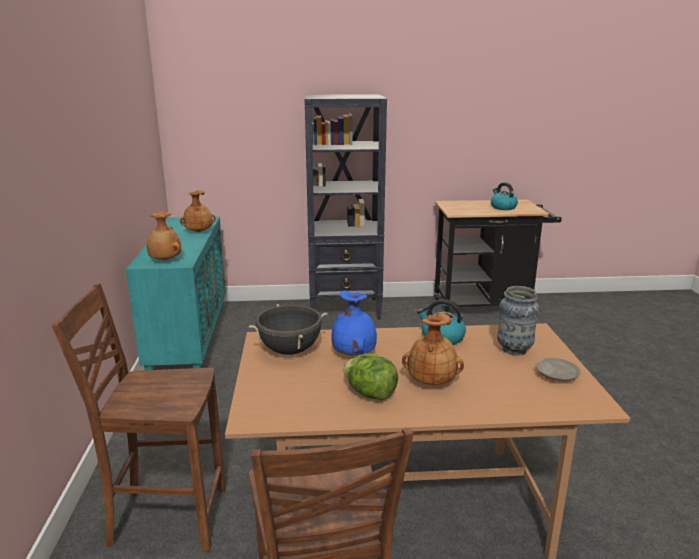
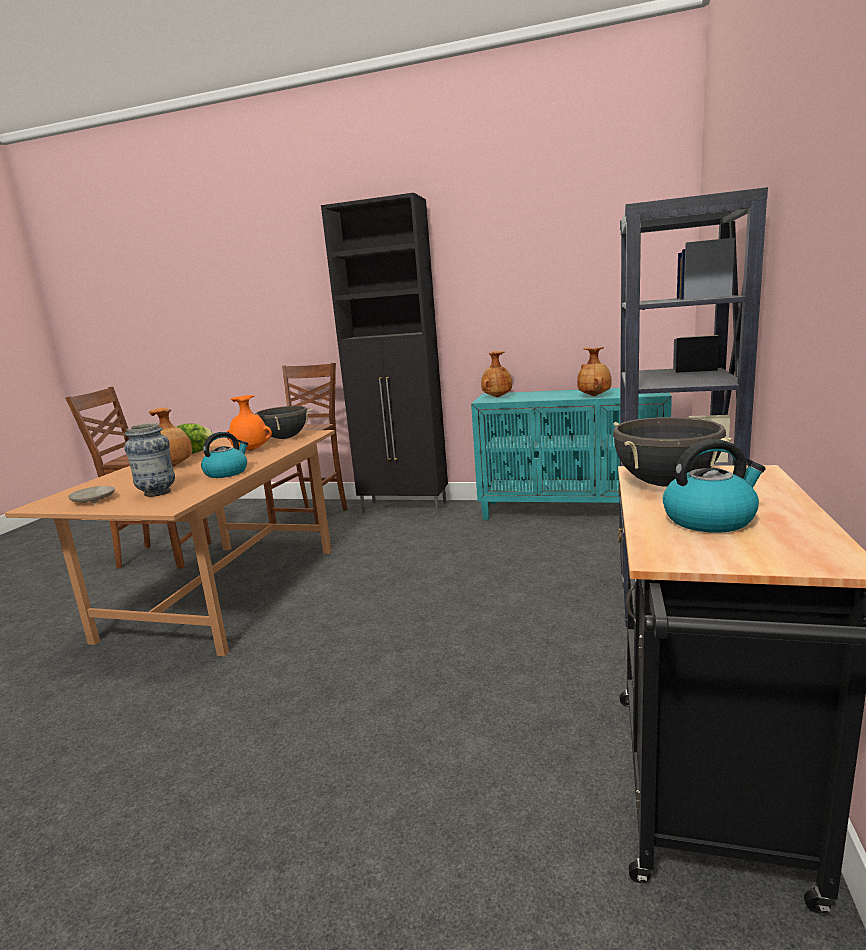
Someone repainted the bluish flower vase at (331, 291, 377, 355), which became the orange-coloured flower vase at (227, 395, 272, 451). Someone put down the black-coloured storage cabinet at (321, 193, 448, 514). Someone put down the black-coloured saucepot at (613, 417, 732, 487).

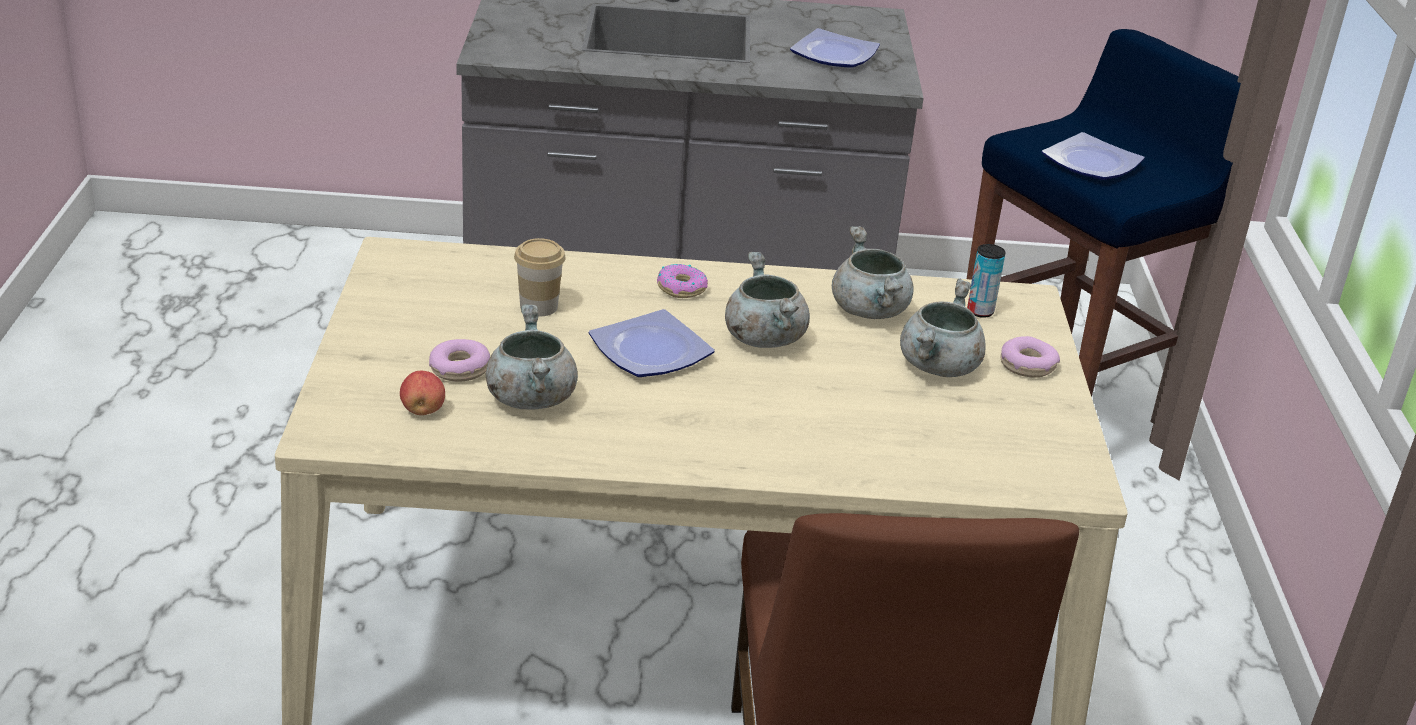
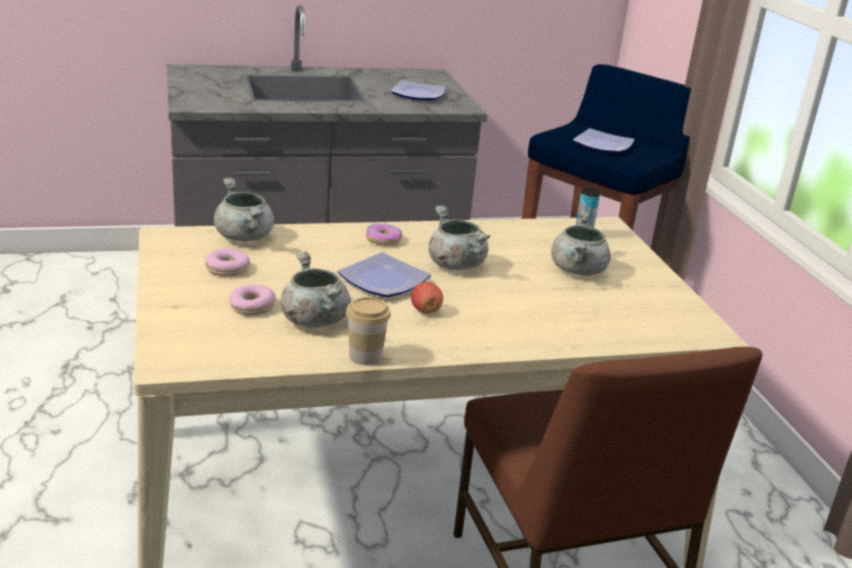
Someone carried the apple fruit from (400, 371, 445, 415) to (411, 282, 443, 314). Someone carried the small cup from (514, 238, 566, 316) to (346, 297, 391, 365). Someone carried the gray saucepot from (832, 226, 914, 319) to (214, 178, 274, 241). Someone carried the donut from (1000, 336, 1060, 378) to (205, 248, 250, 276).

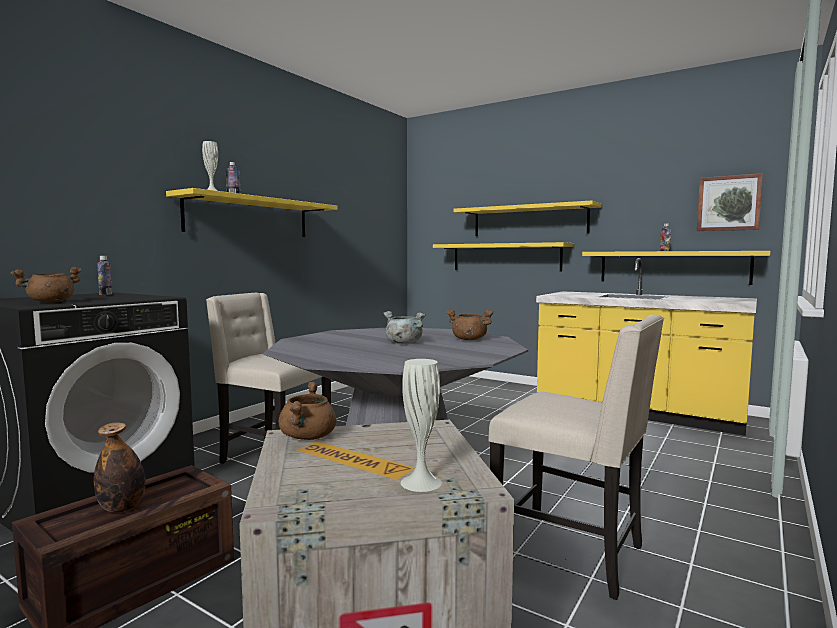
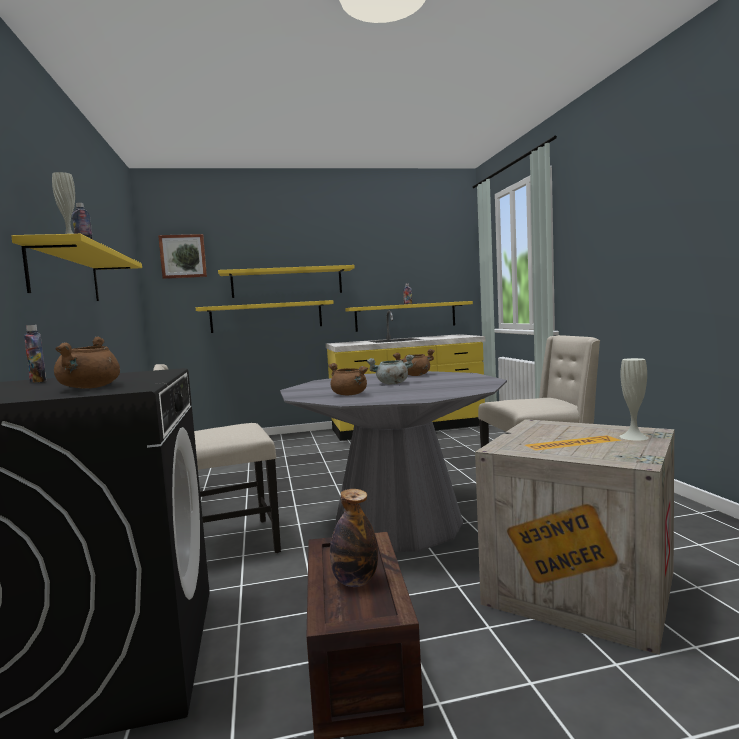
Someone carried the brown-coloured saucepot from (279, 382, 336, 440) to (328, 363, 368, 395). Someone carried the wall art from (697, 173, 763, 231) to (158, 234, 207, 279).

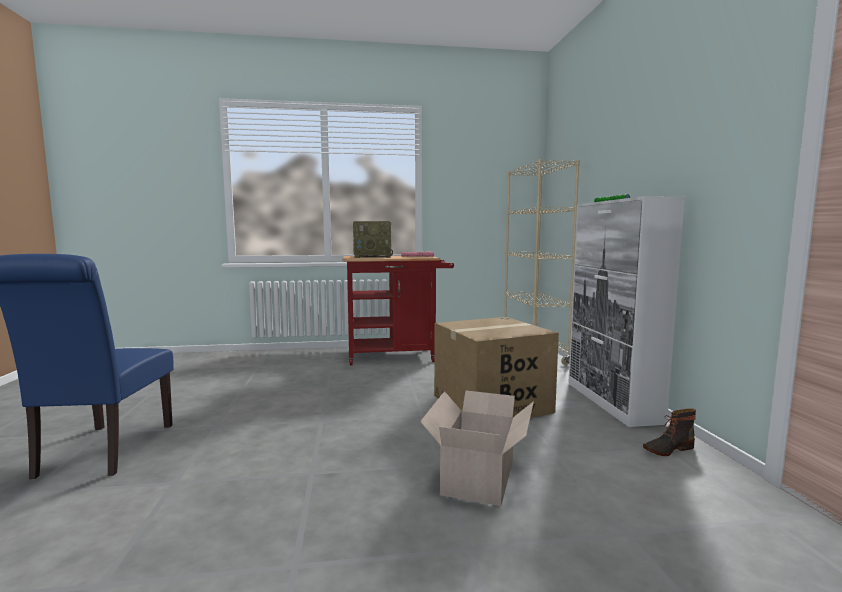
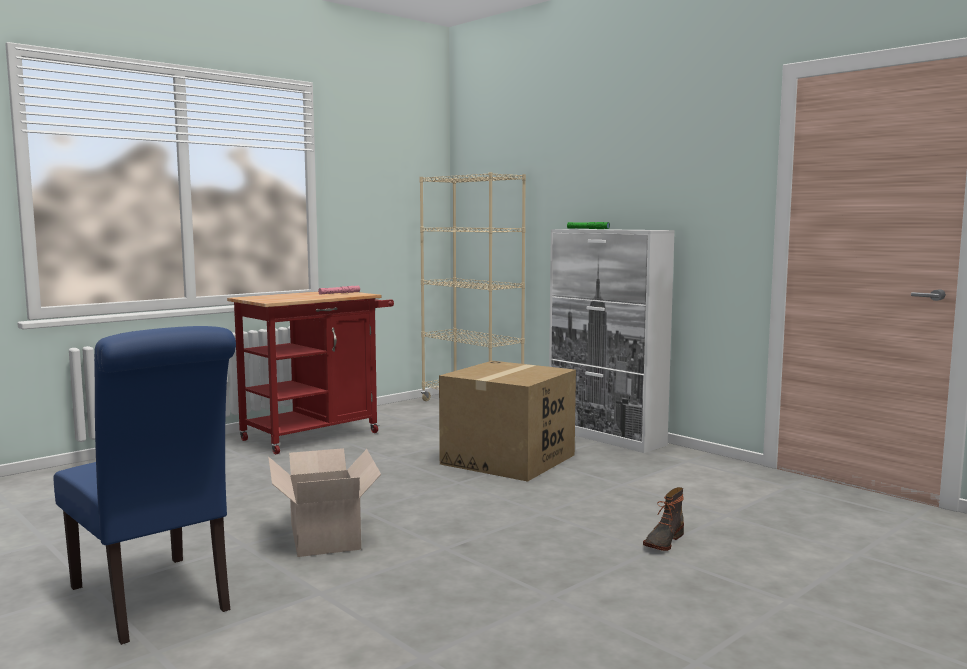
Someone took away the radio set at (353, 221, 393, 258). Someone carried the cardboard box from (420, 391, 534, 506) to (268, 448, 381, 557). Someone carried the high-top boot from (643, 408, 696, 456) to (643, 487, 684, 551).

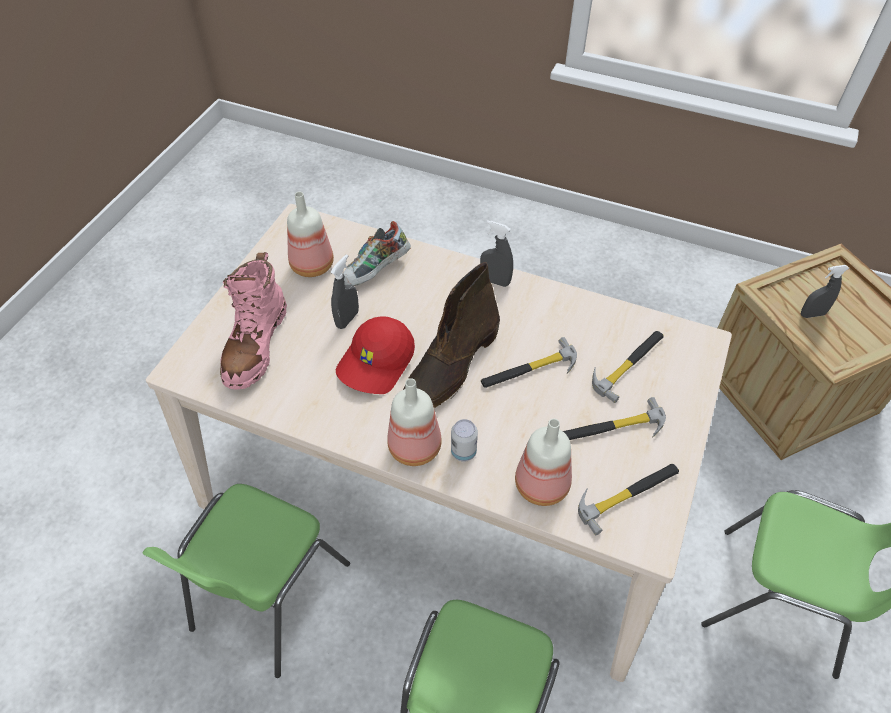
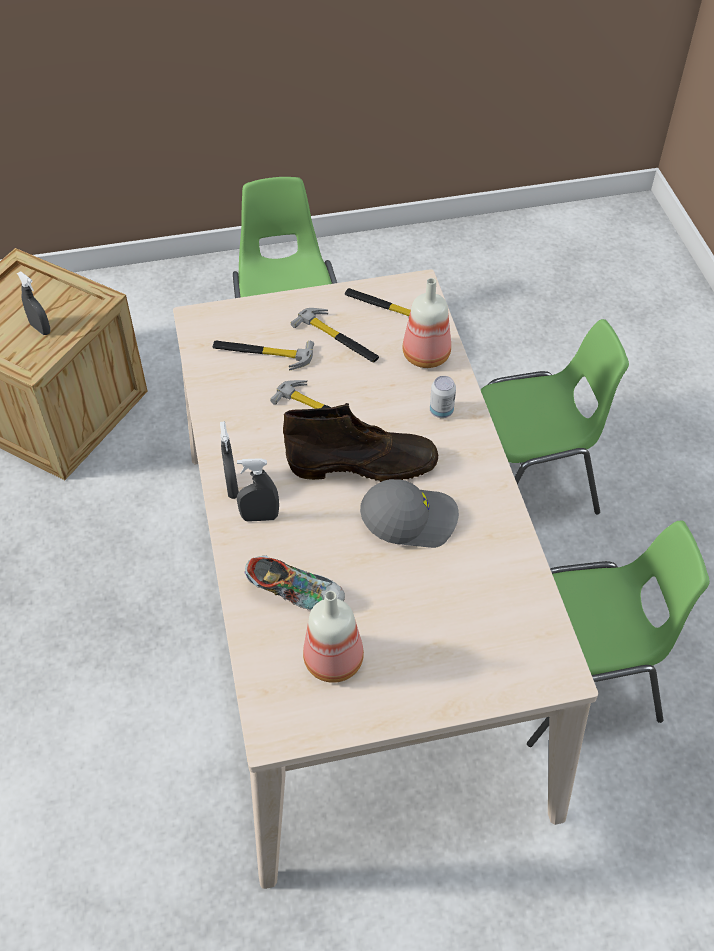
Someone took away the pink-coloured high-top boot at (220, 252, 287, 390). Someone carried the gray sprayer from (330, 254, 359, 329) to (237, 458, 279, 522). Someone repainted the red-coloured peaked cap at (336, 316, 415, 394), which became the gray peaked cap at (360, 479, 459, 548). Someone took away the drink bottle at (387, 378, 442, 466).

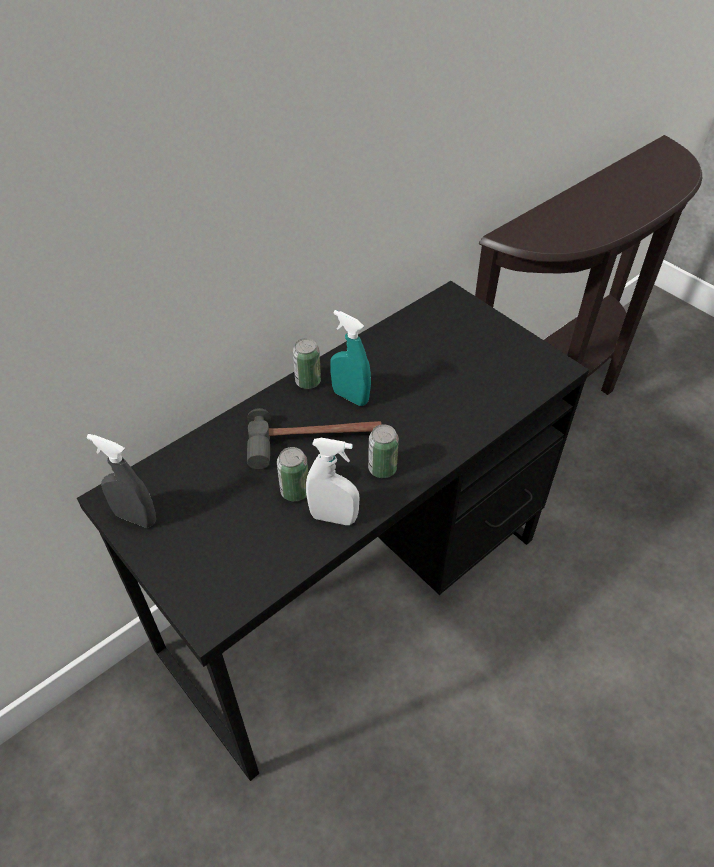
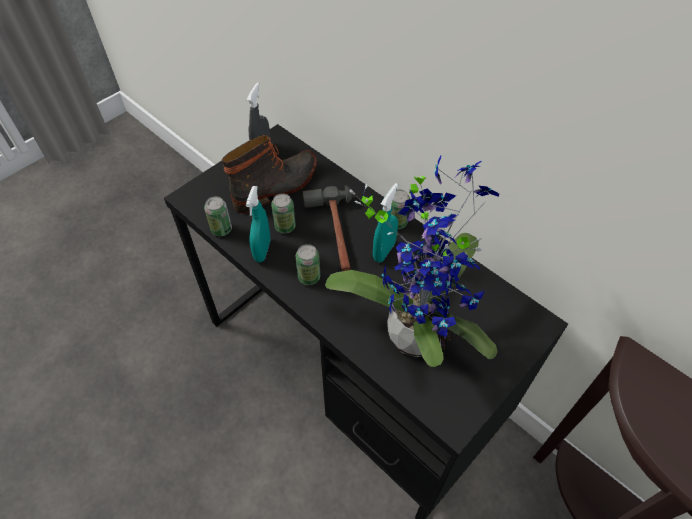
Someone repainted the white-coloured sprayer at (306, 438, 360, 525), which became the blue-green sprayer at (246, 186, 270, 262). Someone put down the metal can at (204, 196, 232, 236). Someone put down the high-top boot at (222, 135, 317, 213). Someone put down the potted plant at (325, 156, 499, 367).

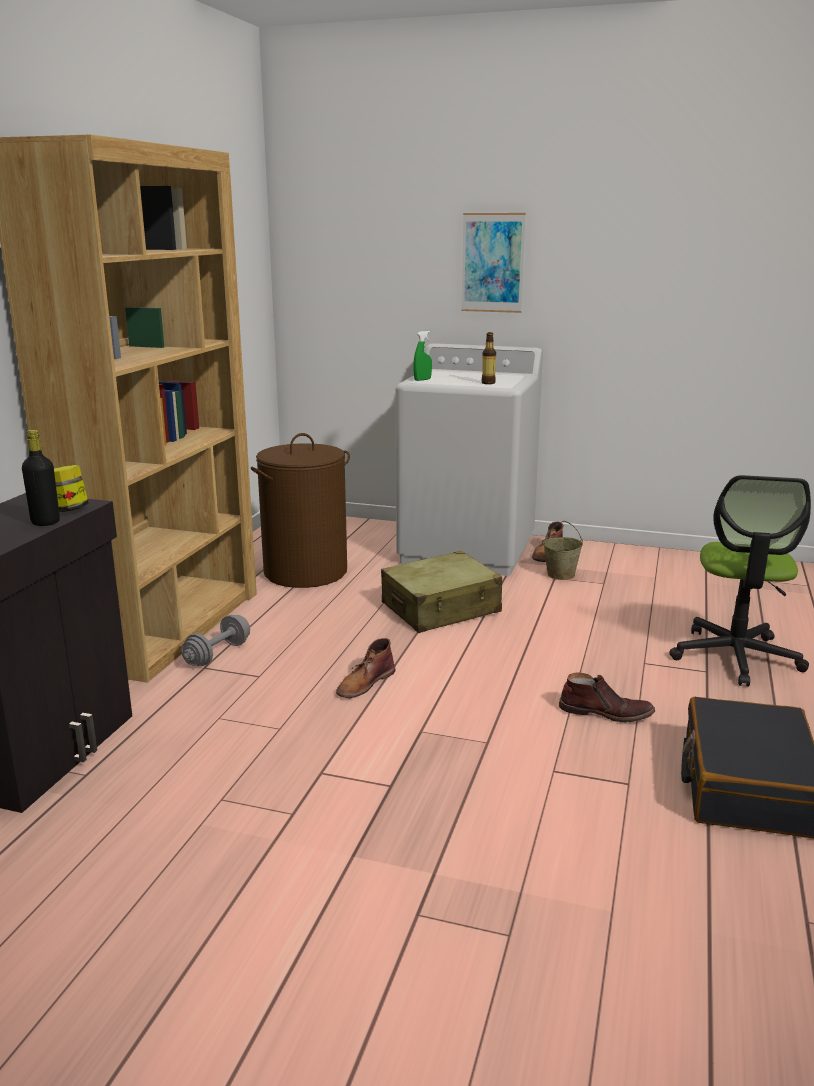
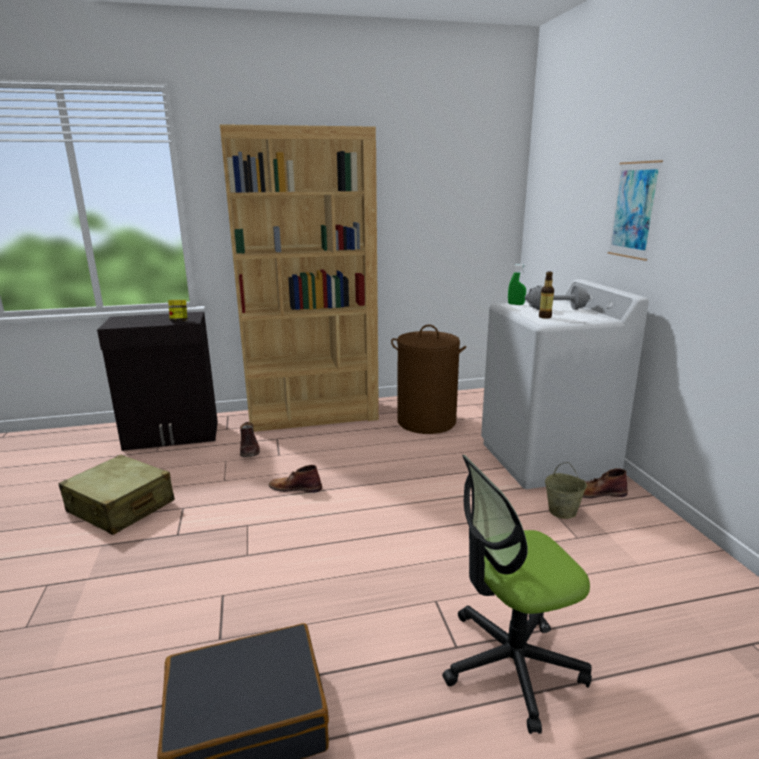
Someone took away the black-coloured drink bottle at (22, 430, 60, 526). Someone carried the gray dumbbell from (181, 615, 250, 666) to (525, 285, 590, 310). Someone carried the beige-coloured suitcase from (381, 551, 502, 633) to (58, 455, 175, 535). Someone carried the brown-coloured high-top boot from (559, 672, 655, 722) to (240, 422, 260, 457).

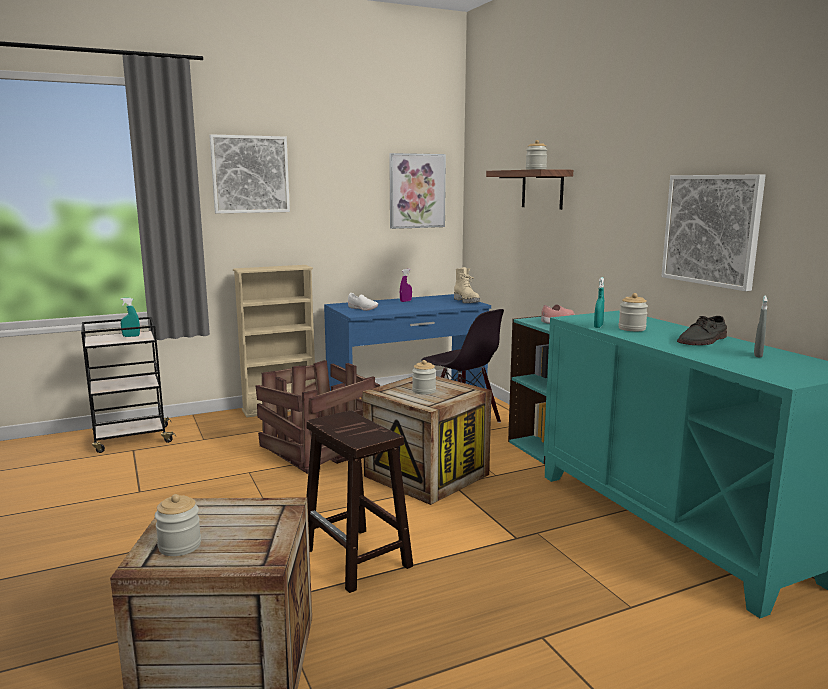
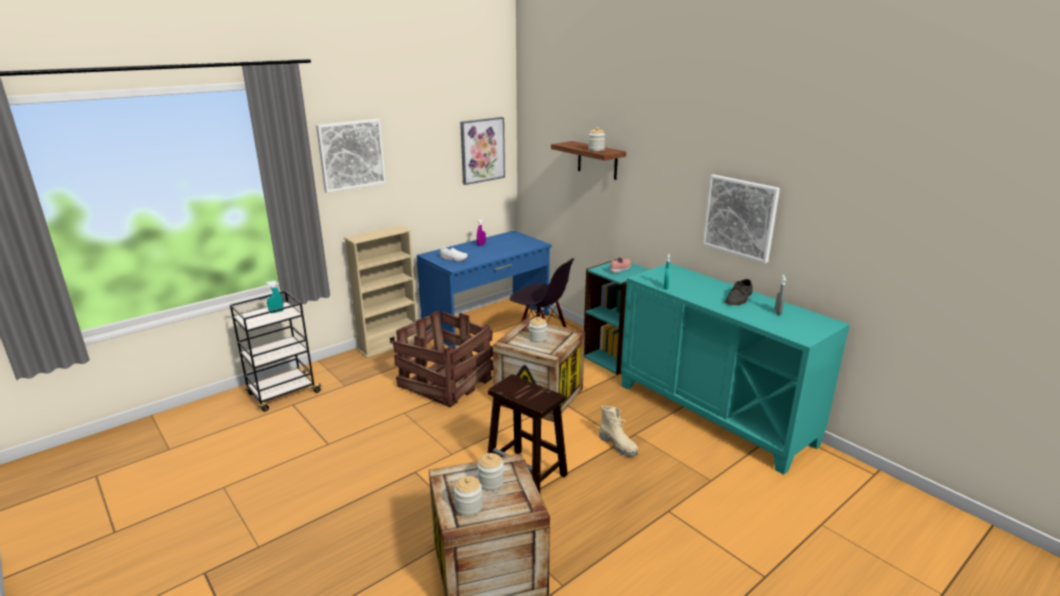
Someone carried the beige-coloured high-top boot from (454, 267, 480, 303) to (599, 405, 638, 457). Someone carried the jar from (618, 293, 648, 331) to (477, 453, 504, 491).

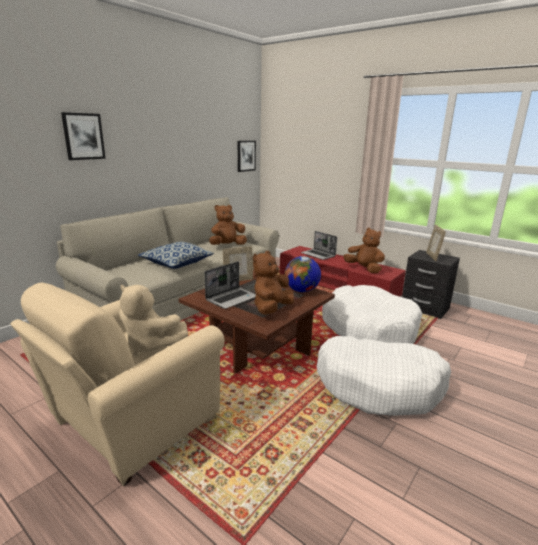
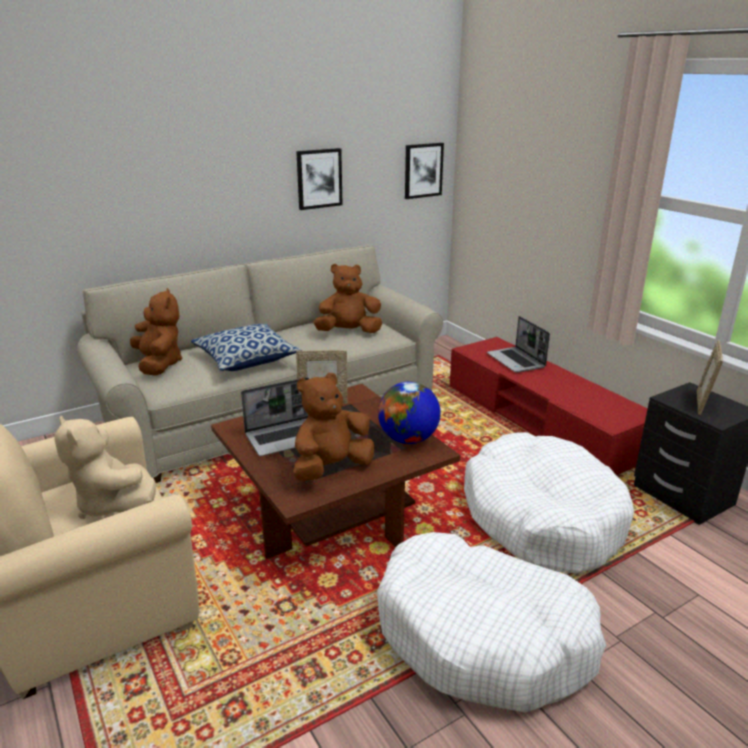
Someone carried the wall art from (61, 112, 106, 160) to (296, 148, 343, 210). Someone carried the brown-coloured soft toy from (343, 228, 385, 273) to (130, 288, 182, 376).

